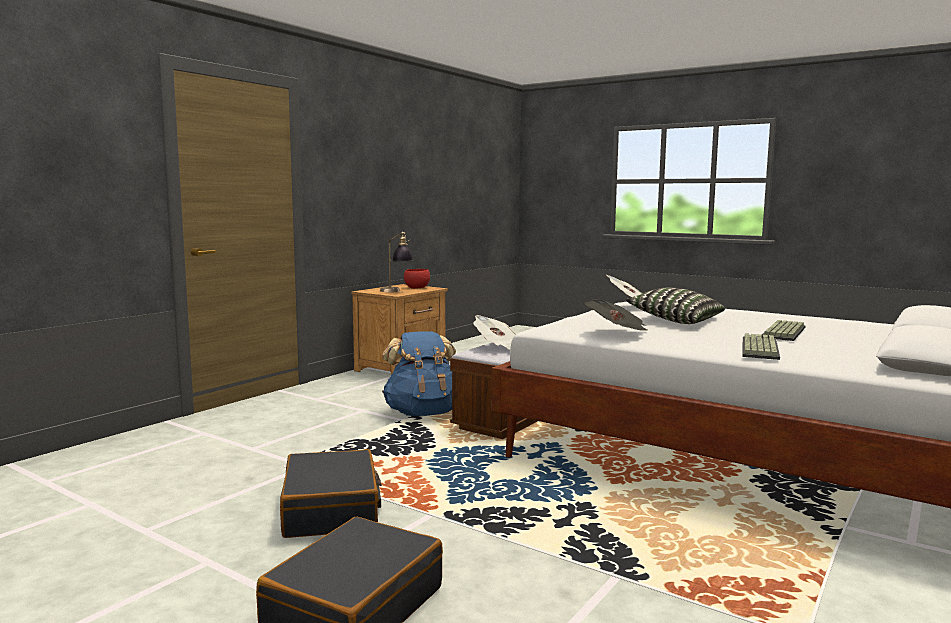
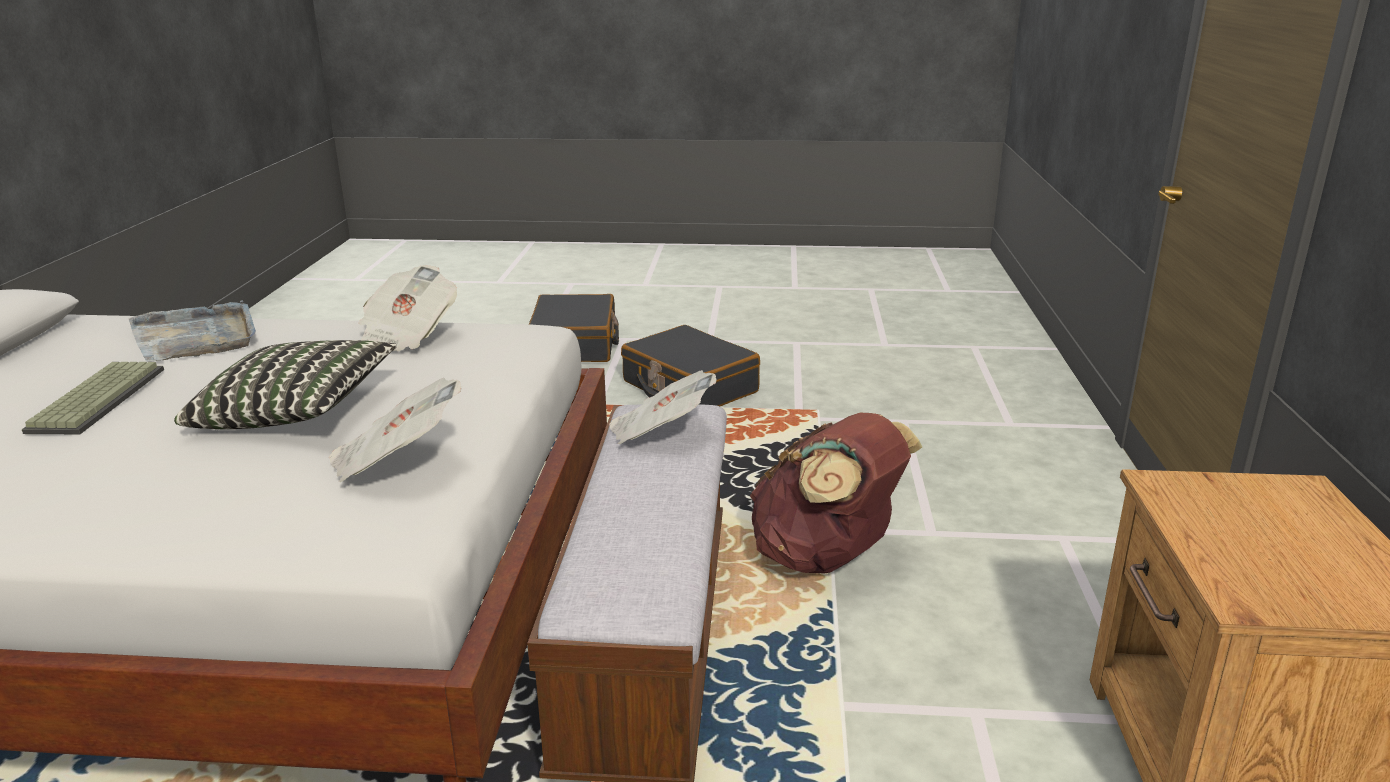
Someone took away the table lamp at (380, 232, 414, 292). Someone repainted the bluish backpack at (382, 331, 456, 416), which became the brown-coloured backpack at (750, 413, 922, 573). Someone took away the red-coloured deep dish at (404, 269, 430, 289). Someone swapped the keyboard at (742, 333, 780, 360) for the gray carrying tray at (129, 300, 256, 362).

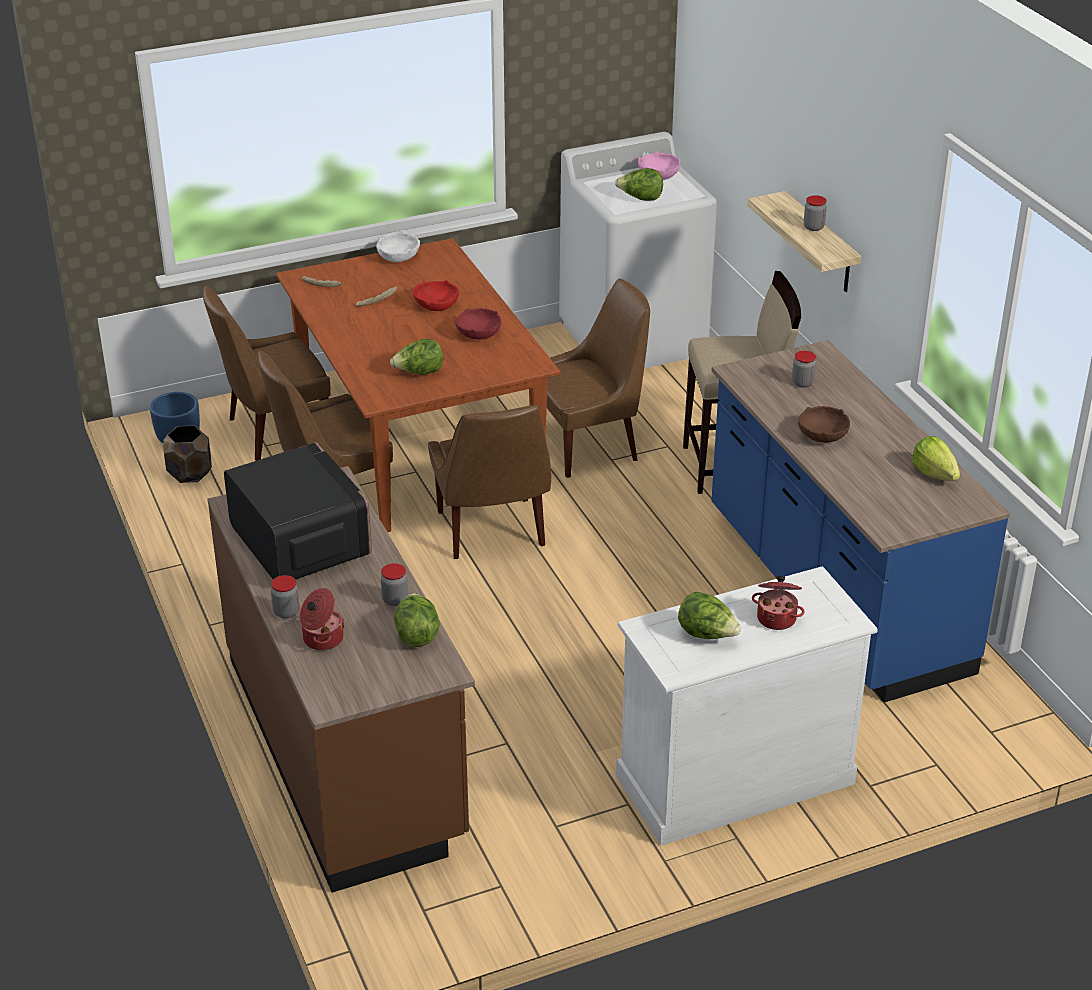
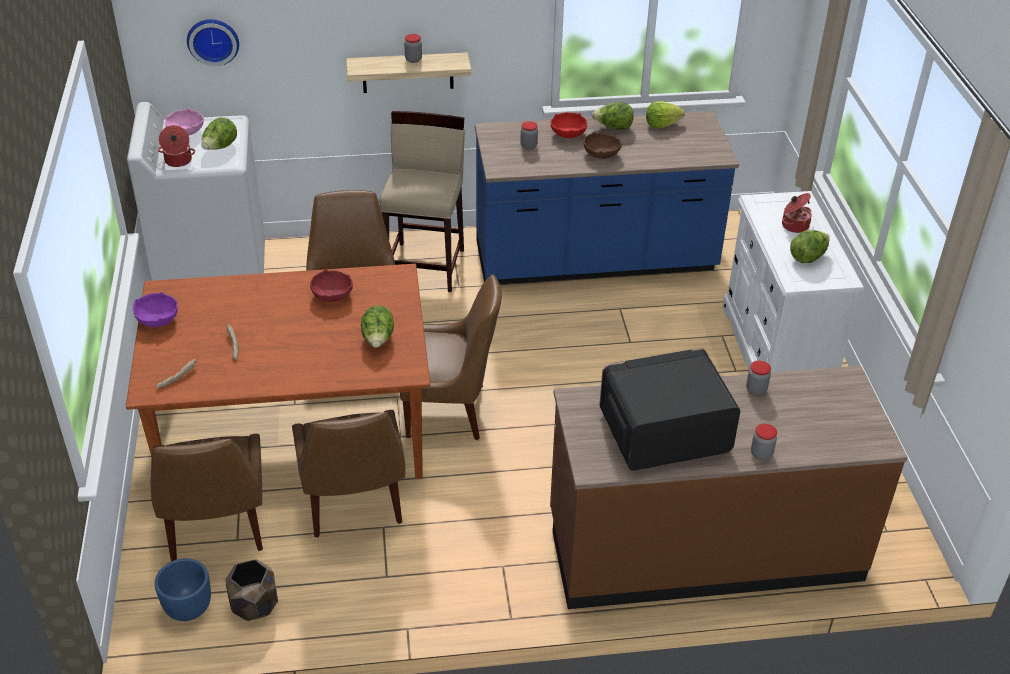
Someone carried the saucepot from (300, 588, 345, 650) to (158, 125, 195, 167). Someone repainted the white-coloured deep dish at (376, 231, 420, 262), which became the purple-coloured deep dish at (133, 292, 178, 327). Someone carried the head of lettuce from (394, 593, 439, 647) to (592, 102, 634, 130). Someone carried the red-coloured deep dish from (413, 280, 459, 311) to (550, 112, 587, 138). Someone put up the wall clock at (187, 19, 239, 66).

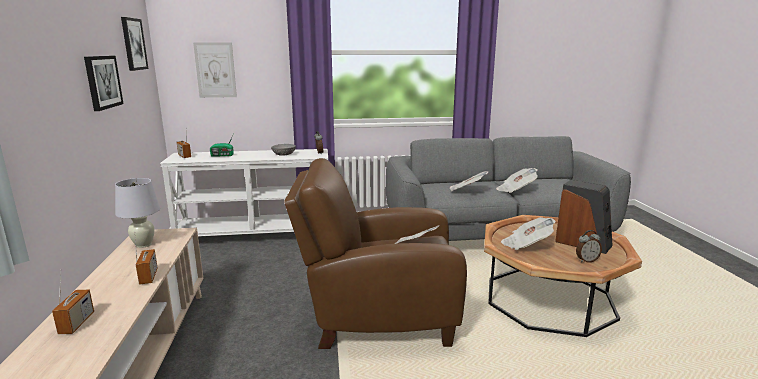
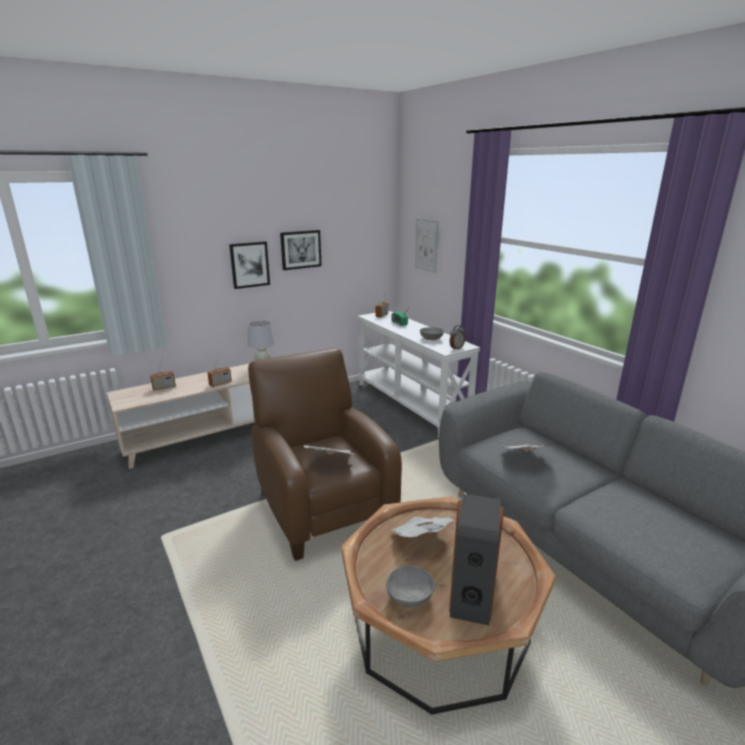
Someone carried the wall art from (121, 17, 149, 71) to (229, 241, 270, 289). Someone took away the daily paper at (496, 168, 538, 193). Someone swapped the bedside clock at (576, 230, 602, 263) for the gray deep dish at (386, 566, 435, 608).

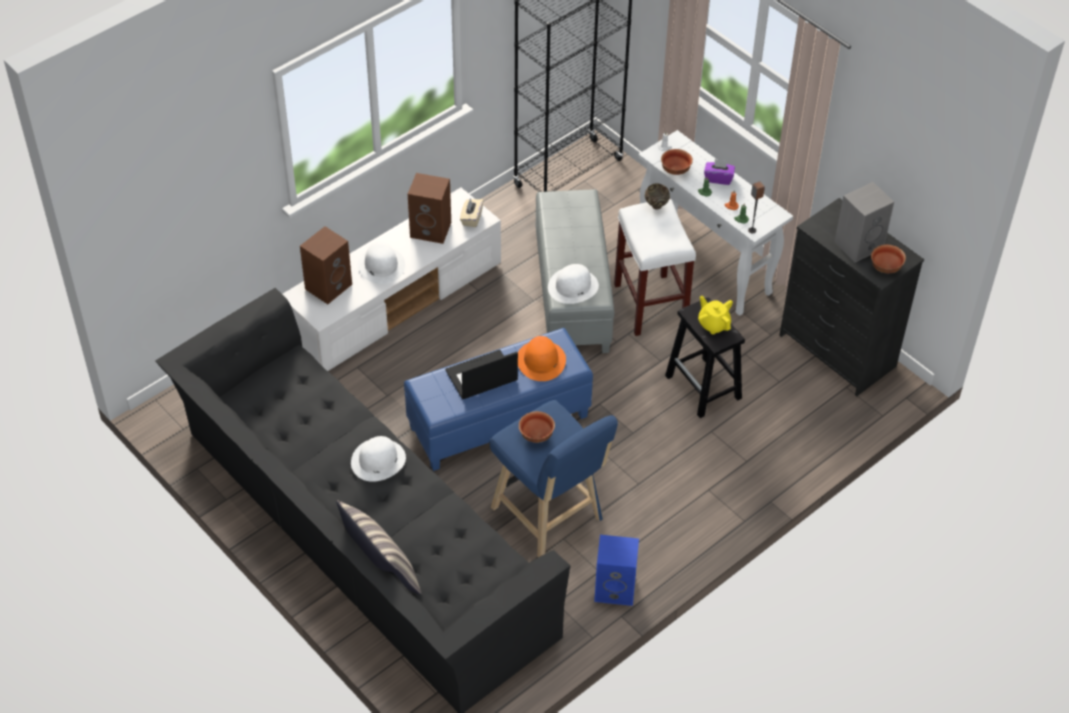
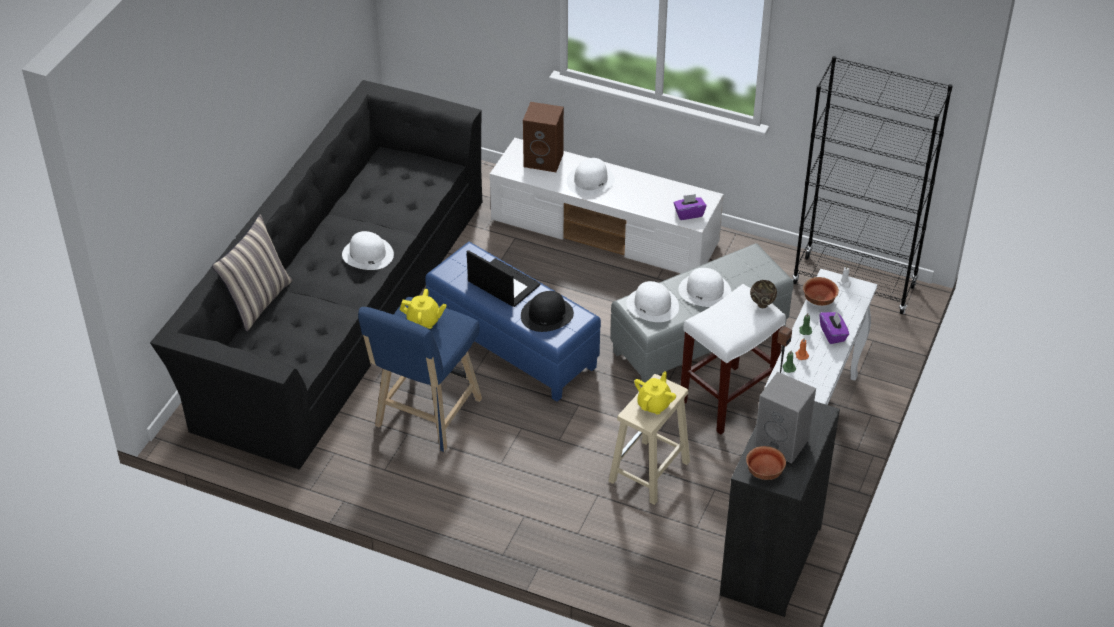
Someone took away the brown-coloured audio speaker at (408, 173, 451, 244). Someone repainted the beige-coloured tissue holder at (460, 198, 483, 227), which became the purple-coloured tissue holder at (674, 194, 707, 220). Someone repainted the orange-coloured hat at (518, 336, 566, 381), which became the black-coloured hat at (521, 291, 574, 332). Someone swapped the deep dish at (519, 411, 555, 443) for the yellowish teapot at (400, 289, 447, 329). Someone took away the bluish audio speaker at (594, 535, 639, 606). Someone repainted the black-coloured stool at (665, 297, 745, 418), which became the beige-coloured stool at (608, 374, 690, 505). Someone put down the white-coloured hat at (678, 268, 732, 307).

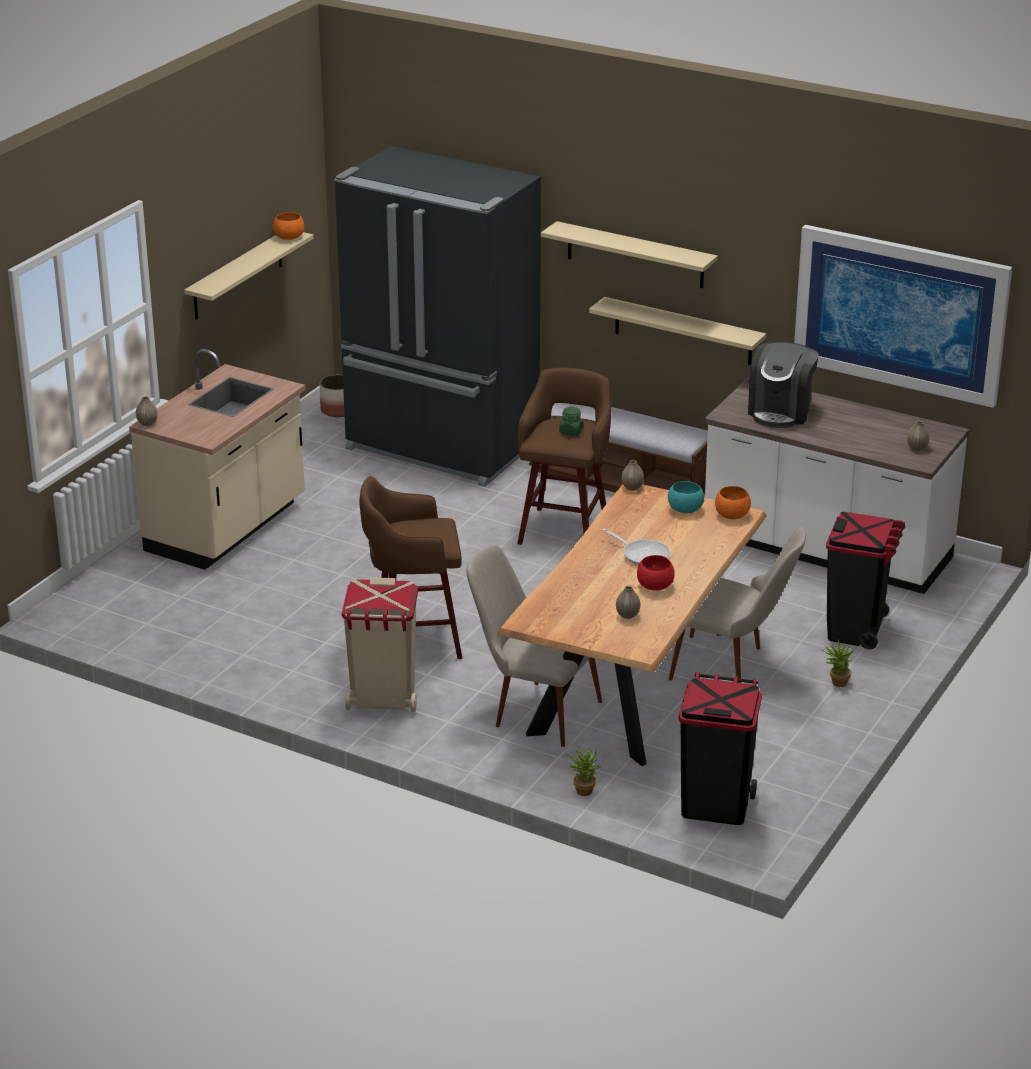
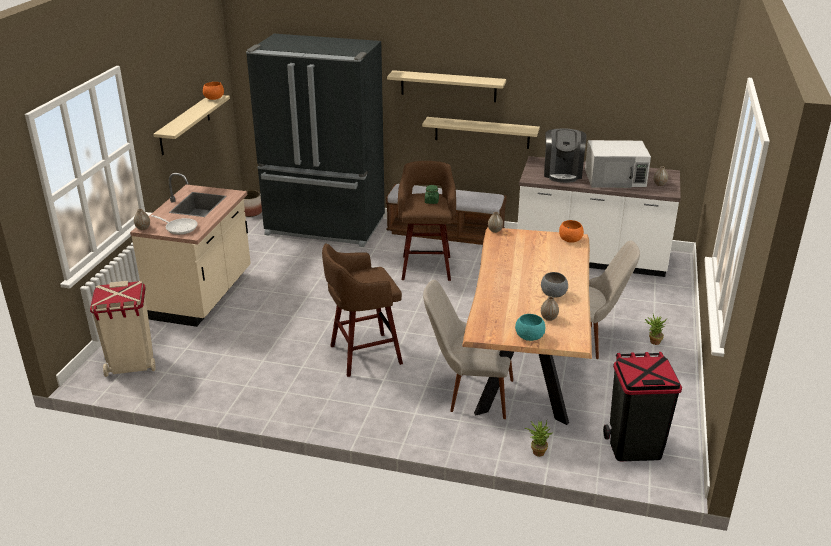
Someone carried the beige-coloured waste bin from (342, 577, 418, 712) to (90, 281, 156, 377). Someone carried the skillet from (602, 529, 670, 565) to (151, 215, 198, 235). Someone repainted the red-coloured deep dish at (637, 555, 675, 591), which became the gray deep dish at (541, 272, 568, 298). Someone carried the blue-green deep dish from (668, 481, 704, 513) to (515, 314, 545, 341). Someone took away the wall art at (794, 225, 1012, 408). Someone took away the black-coloured waste bin at (826, 512, 906, 650). Someone put down the white-coloured kitchen microwave at (585, 140, 651, 188).

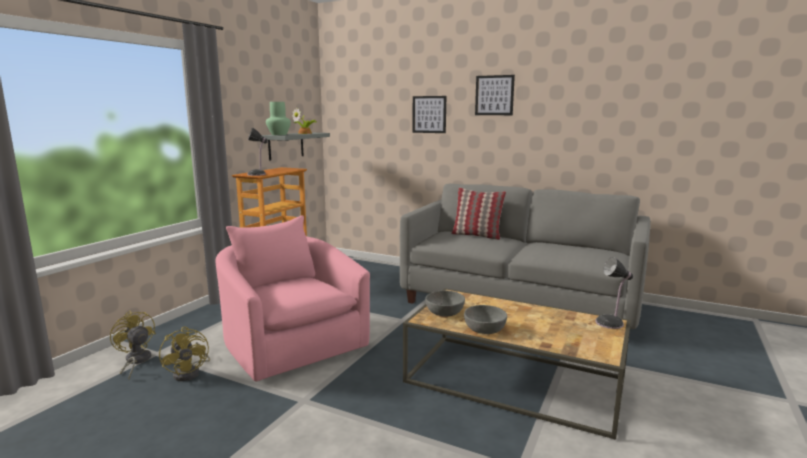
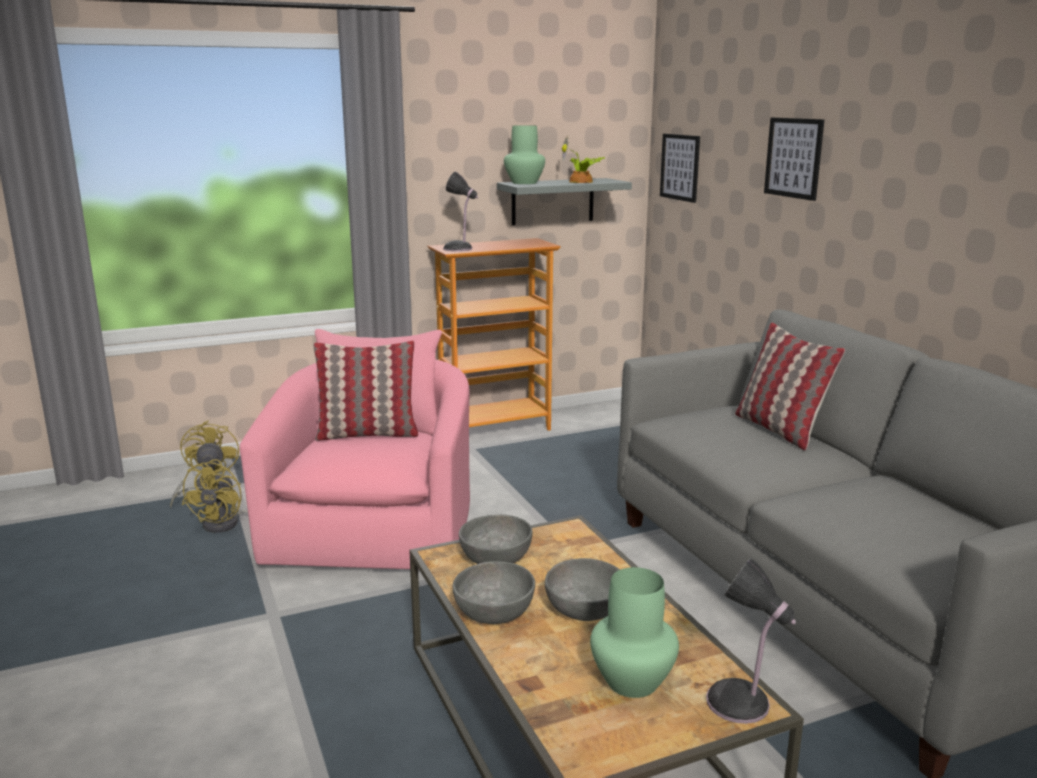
Someone carried the wall art from (475, 75, 515, 115) to (660, 134, 700, 203). Someone put down the throw pillow at (313, 340, 418, 441). Someone put down the gray deep dish at (545, 558, 620, 621). Someone put down the greenish flower vase at (590, 567, 679, 698).

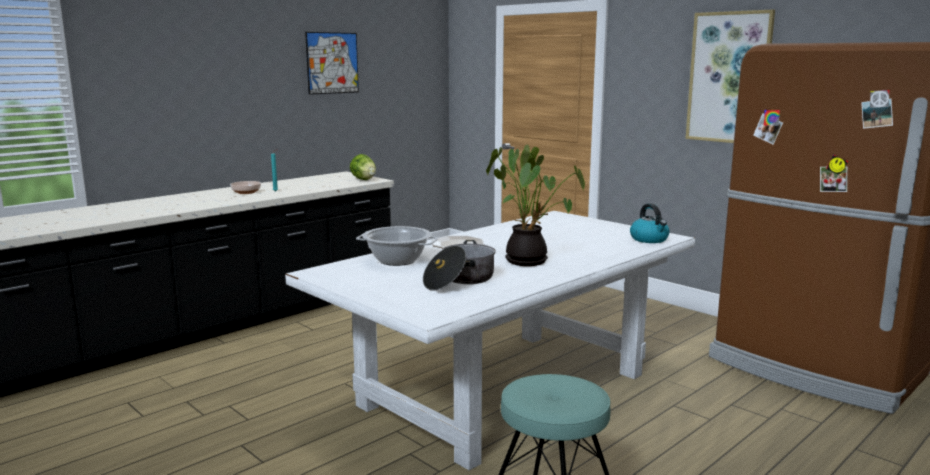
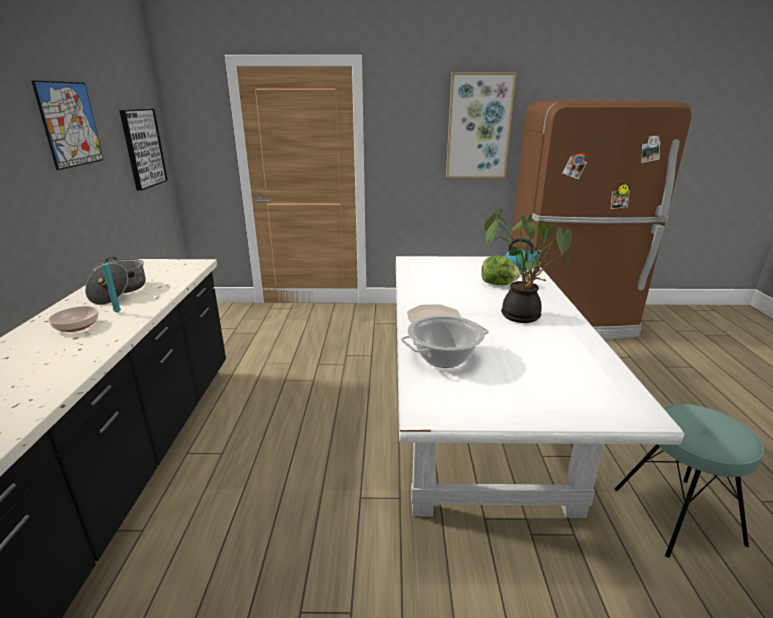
Someone carried the head of lettuce from (350, 154, 376, 180) to (481, 256, 520, 285). Someone carried the saucepot from (423, 240, 496, 291) to (85, 257, 146, 305). Someone put up the wall art at (119, 109, 168, 191).

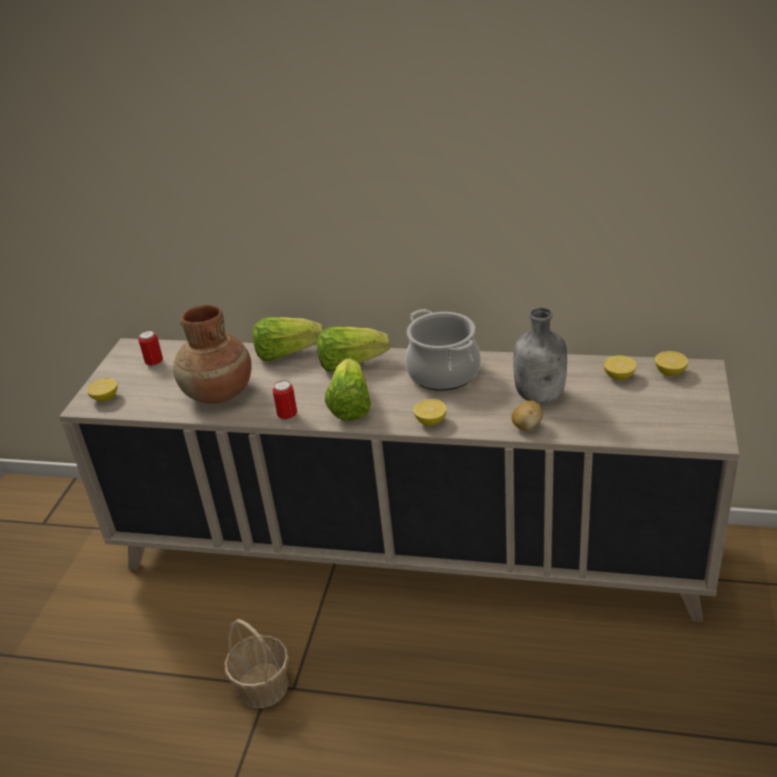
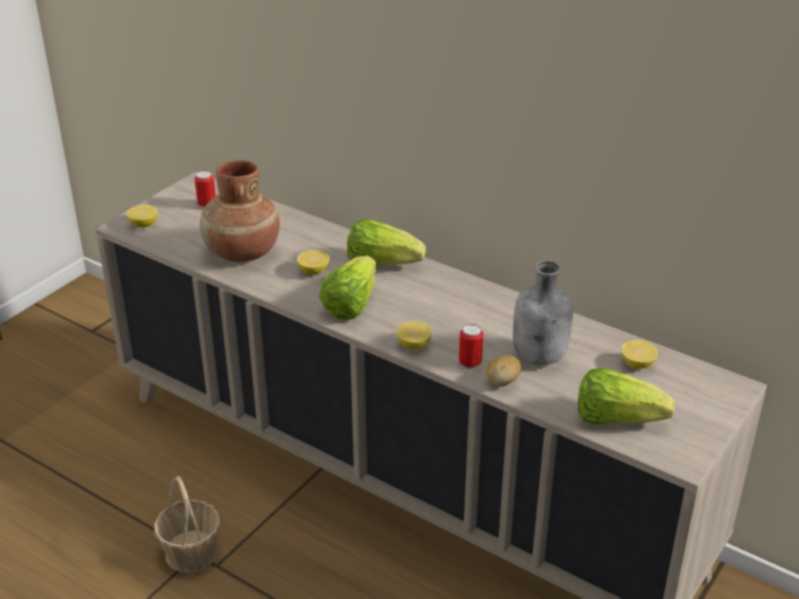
Someone carried the head of lettuce from (253, 317, 324, 361) to (578, 367, 675, 424). Someone carried the metal can from (272, 380, 297, 421) to (459, 324, 483, 370). Someone took away the saucepot at (405, 309, 481, 391). Someone carried the citrus fruit from (655, 351, 688, 376) to (297, 250, 330, 275).

